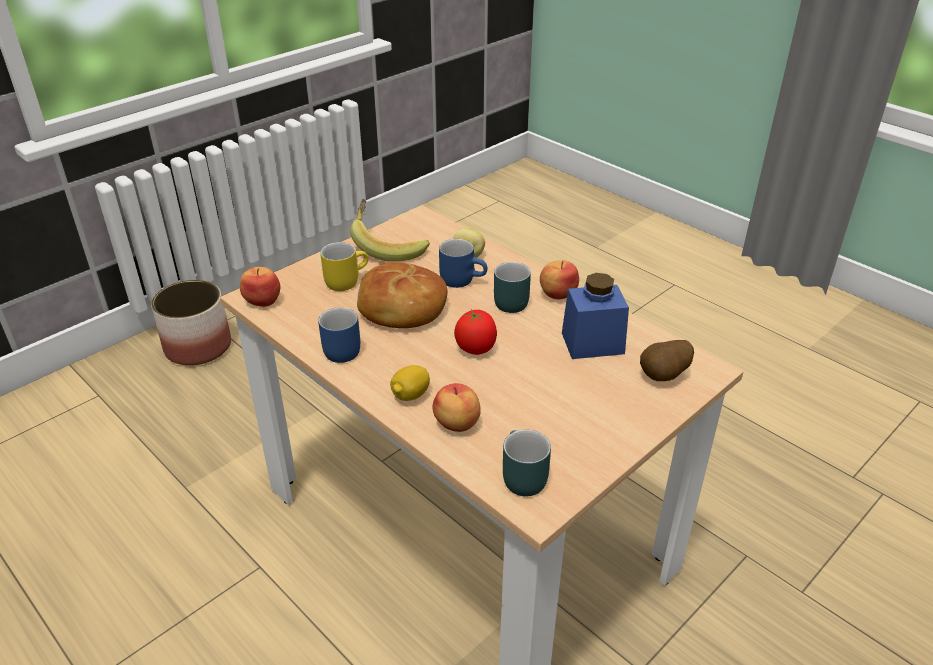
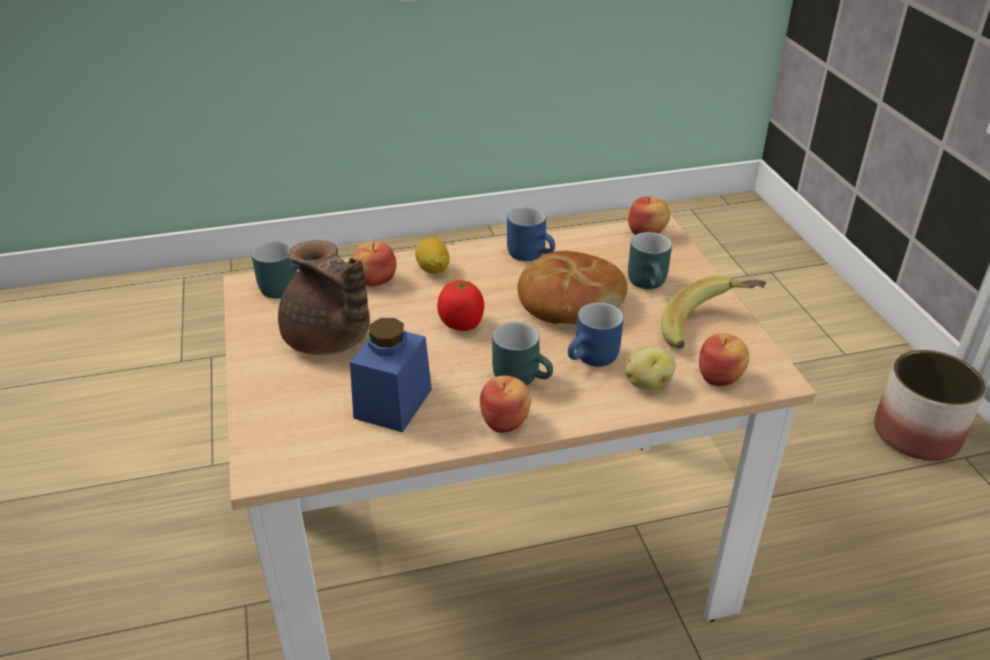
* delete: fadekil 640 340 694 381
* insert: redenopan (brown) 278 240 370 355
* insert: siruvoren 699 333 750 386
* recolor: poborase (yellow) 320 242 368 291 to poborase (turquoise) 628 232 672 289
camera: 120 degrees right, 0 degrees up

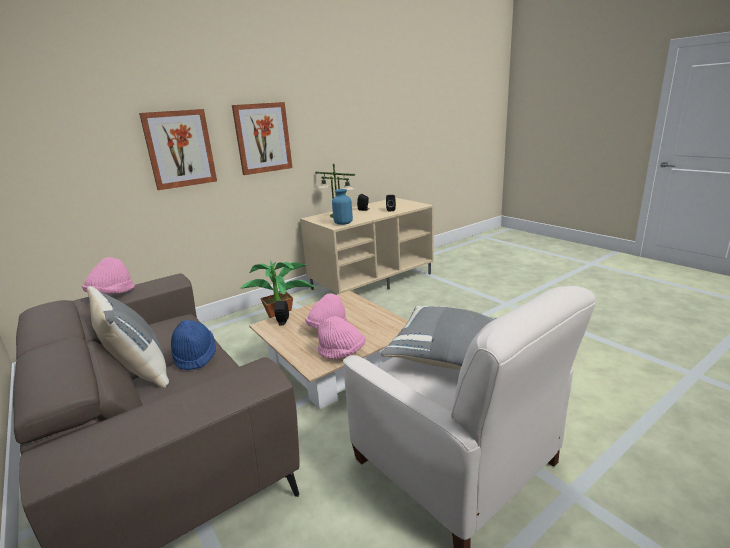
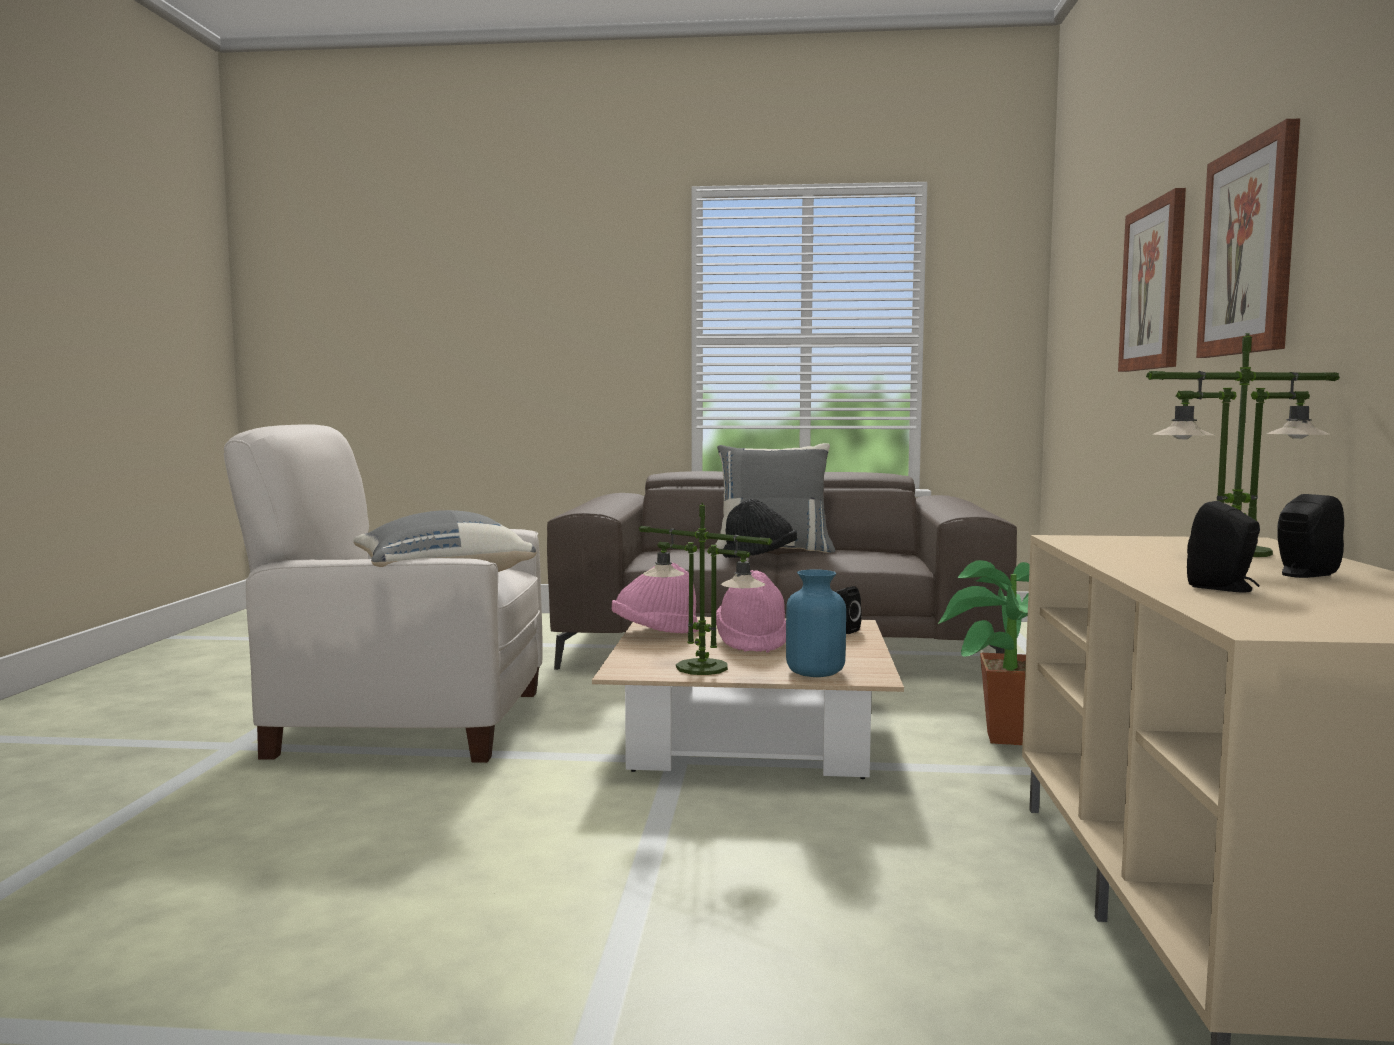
* delete: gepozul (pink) 82 257 135 294
* insert: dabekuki 639 503 773 675
* move: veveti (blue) 332 189 353 225 to 786 570 846 677
* recolor: gepozul (blue) 171 320 216 370 to gepozul (black) 723 499 797 558
camera: 130 degrees right, 15 degrees down

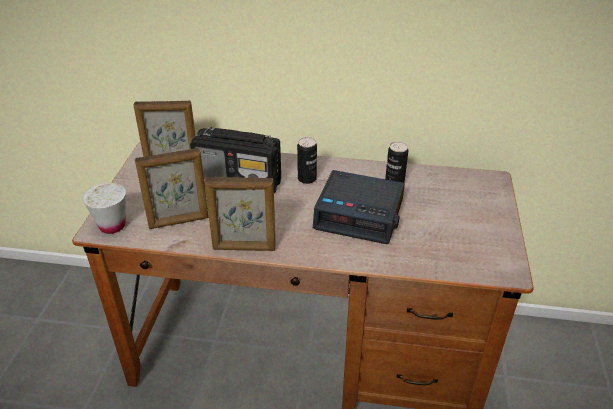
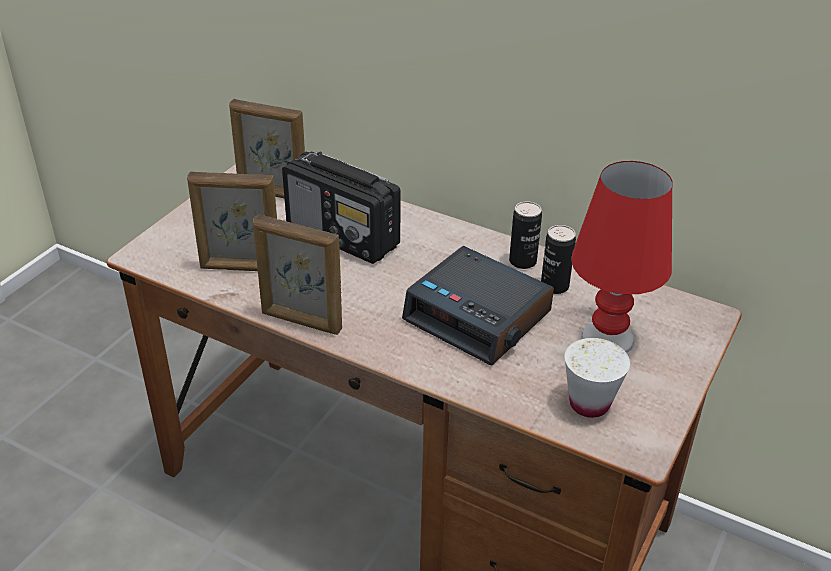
* insert: dabekuki (red) 571 161 672 353
* move: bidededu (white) 83 183 126 234 to 565 338 630 418
* move: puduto 297 137 317 184 to 509 201 542 269
camera: 20 degrees right, 0 degrees up

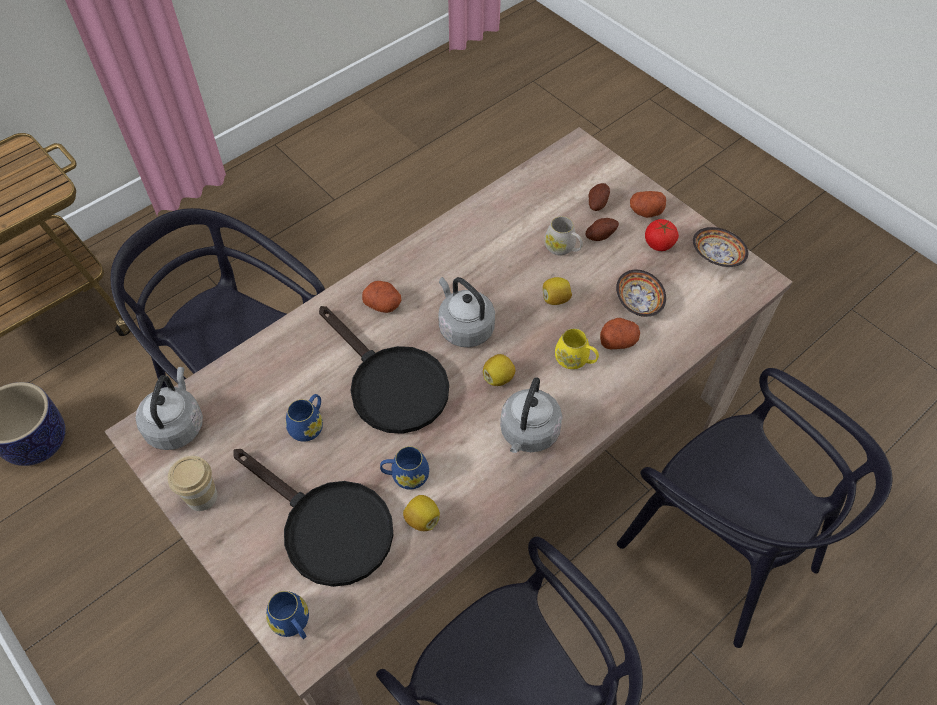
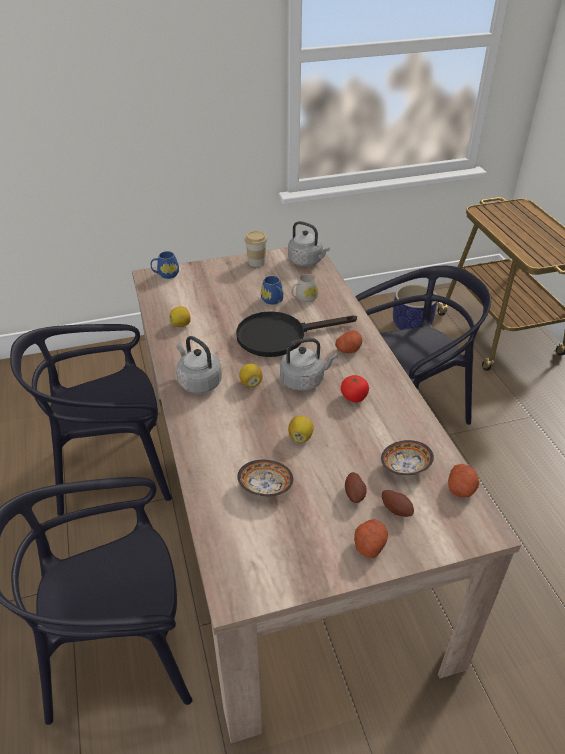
* delete: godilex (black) 233 449 393 587
* delete: poborase (blue) 380 446 429 490
* delete: poborase (yellow) 555 328 599 369
* move: poborase (white) 545 216 583 255 to 291 274 318 303
* move: fadekil 600 318 640 349 to 448 464 479 498
* move: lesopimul 645 219 679 251 to 341 375 369 402
* move: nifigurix 693 227 748 267 to 381 440 434 475
camera: 115 degrees right, 15 degrees down

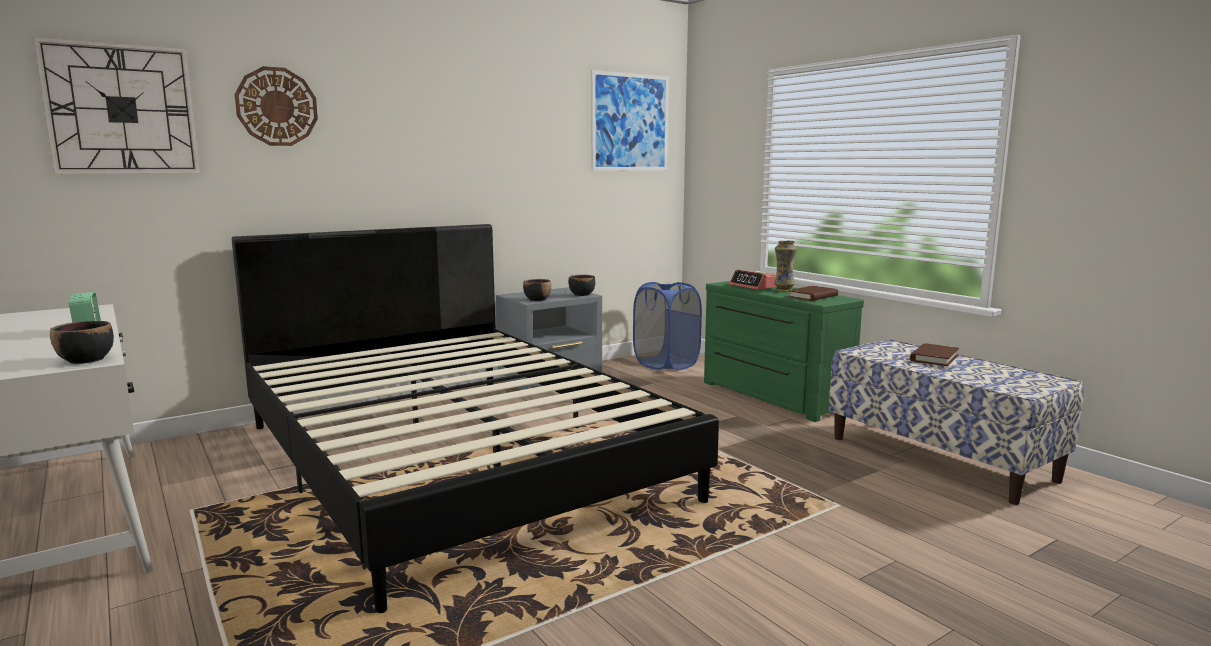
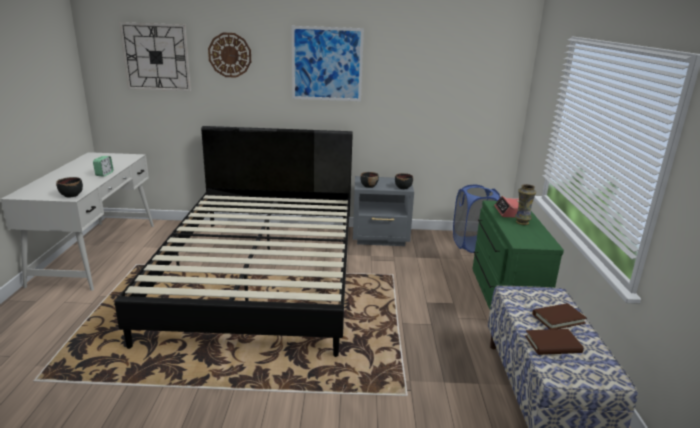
* move: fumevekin 591 70 669 171 to 292 26 364 101
* move: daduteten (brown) 788 286 838 301 to 525 329 584 355
camera: 35 degrees right, 10 degrees up

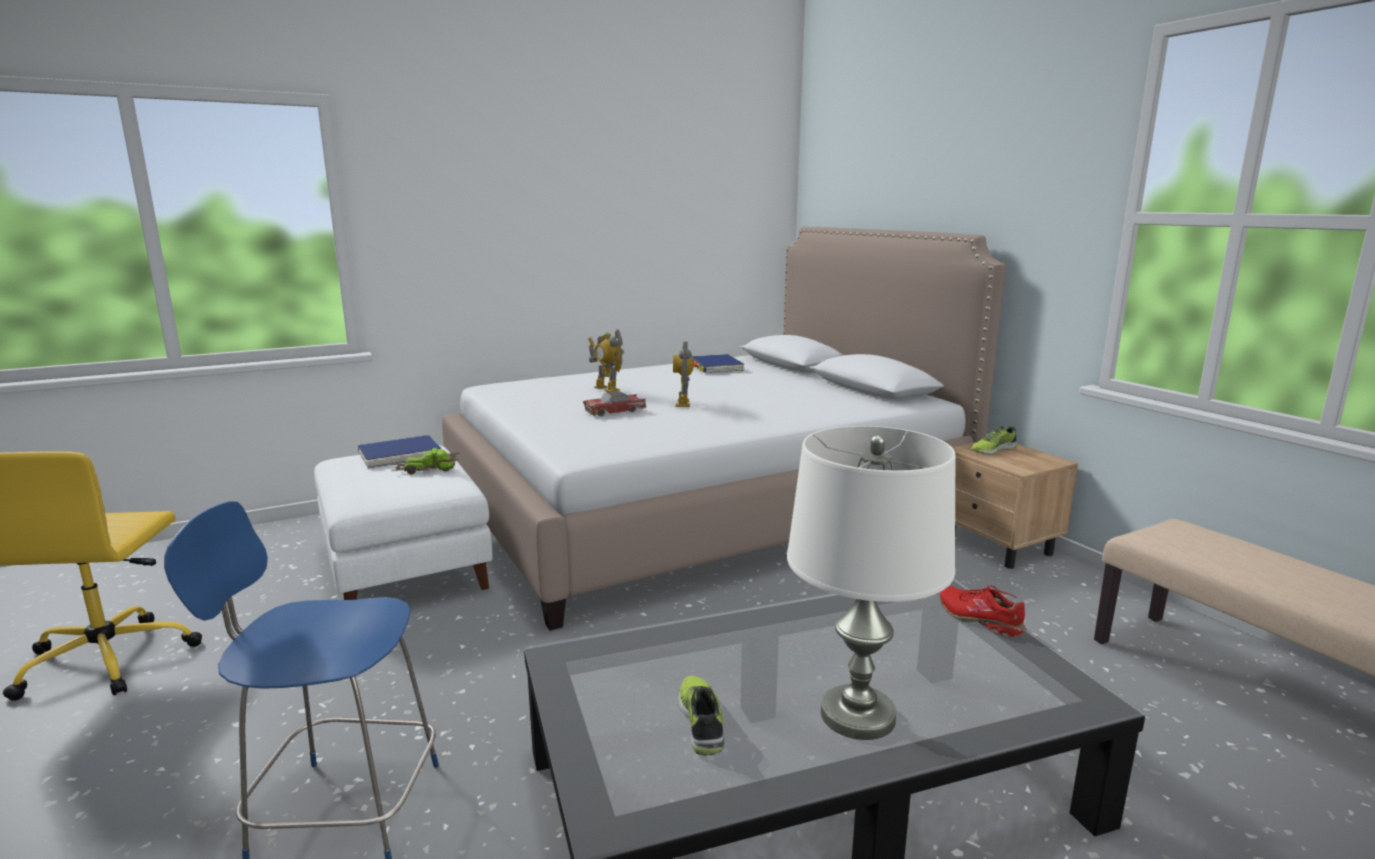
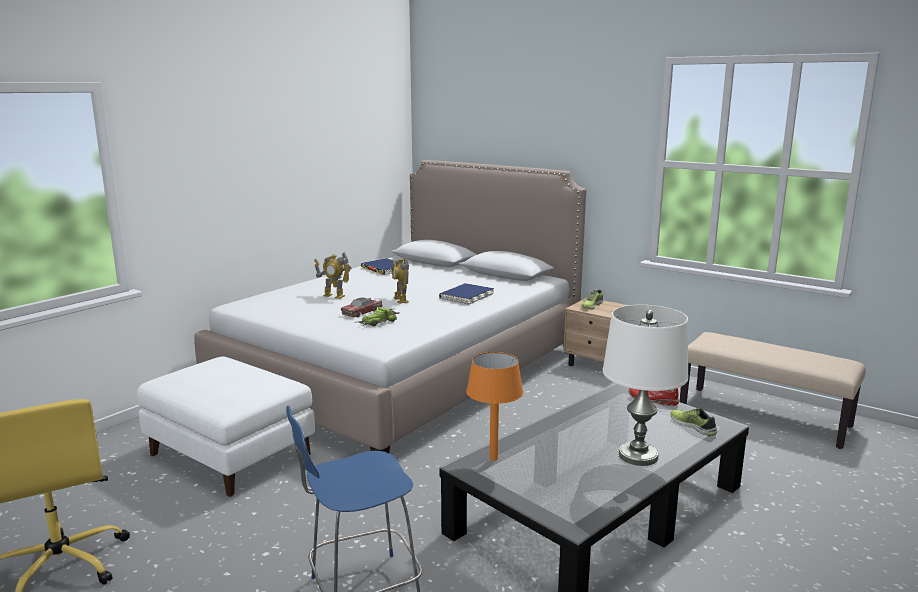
* insert: dabekuki (orange) 466 352 523 461
* move: daduteten (blue) 358 435 442 469 to 439 283 494 305
* move: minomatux 392 448 459 474 to 358 307 400 327
* move: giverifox 678 676 725 755 to 670 408 717 436
camera: 25 degrees left, 0 degrees up

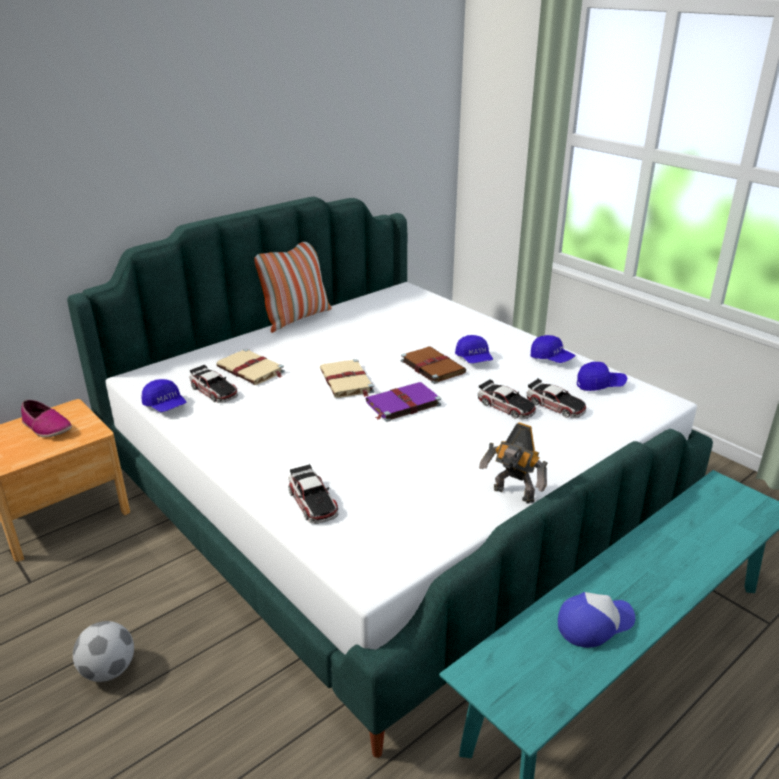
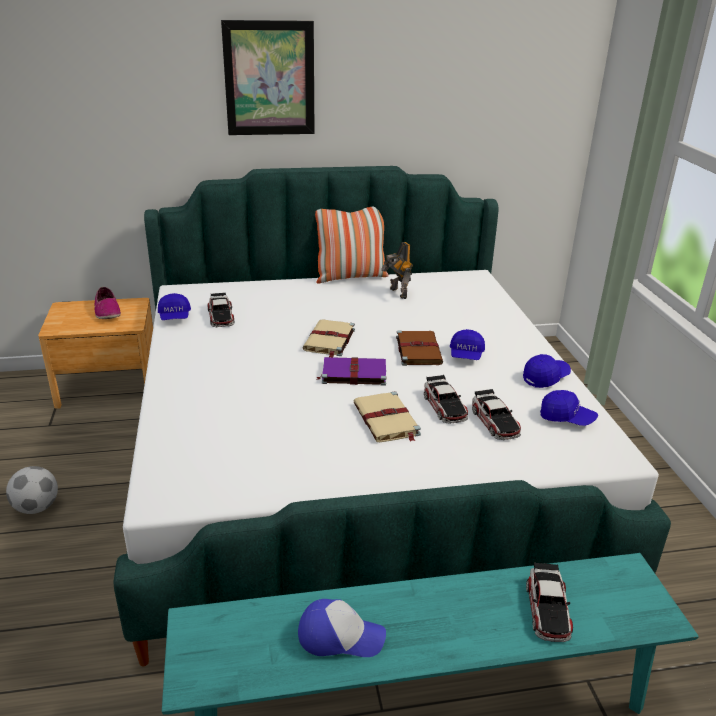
* insert: fumevekin 221 20 315 135
* move: daduteten (beige) 216 348 285 385 to 353 391 421 442
* move: minomatux 288 464 338 524 to 526 563 573 642
* move: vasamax 479 422 547 504 to 381 242 413 299
* rotate: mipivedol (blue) 531 335 576 363 = 523 354 571 388 105 degrees counterclockwise
camera: 30 degrees right, 0 degrees up

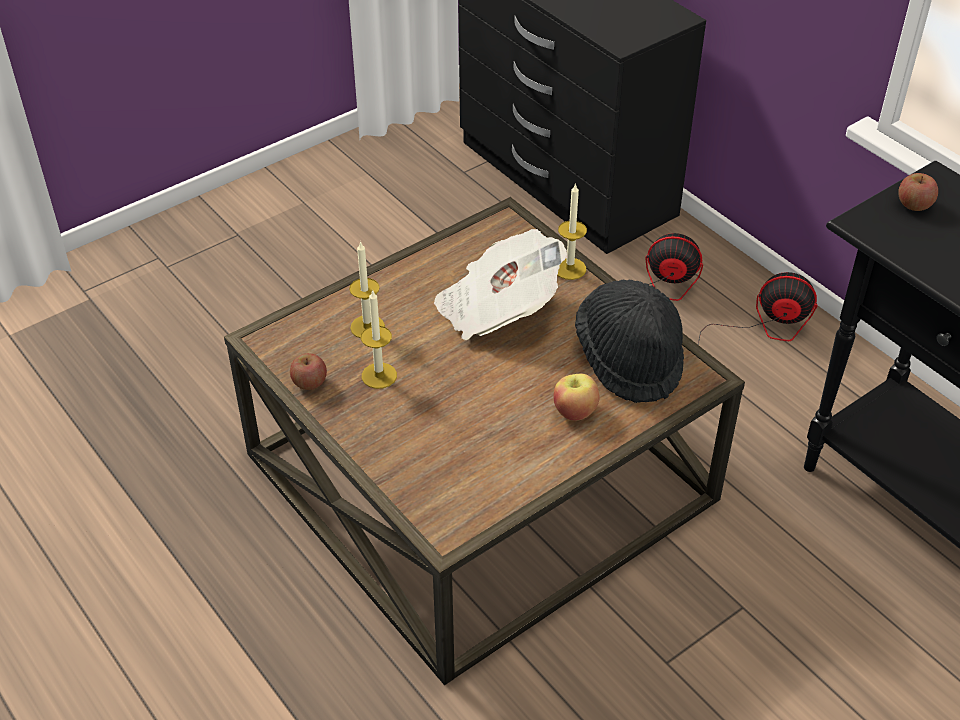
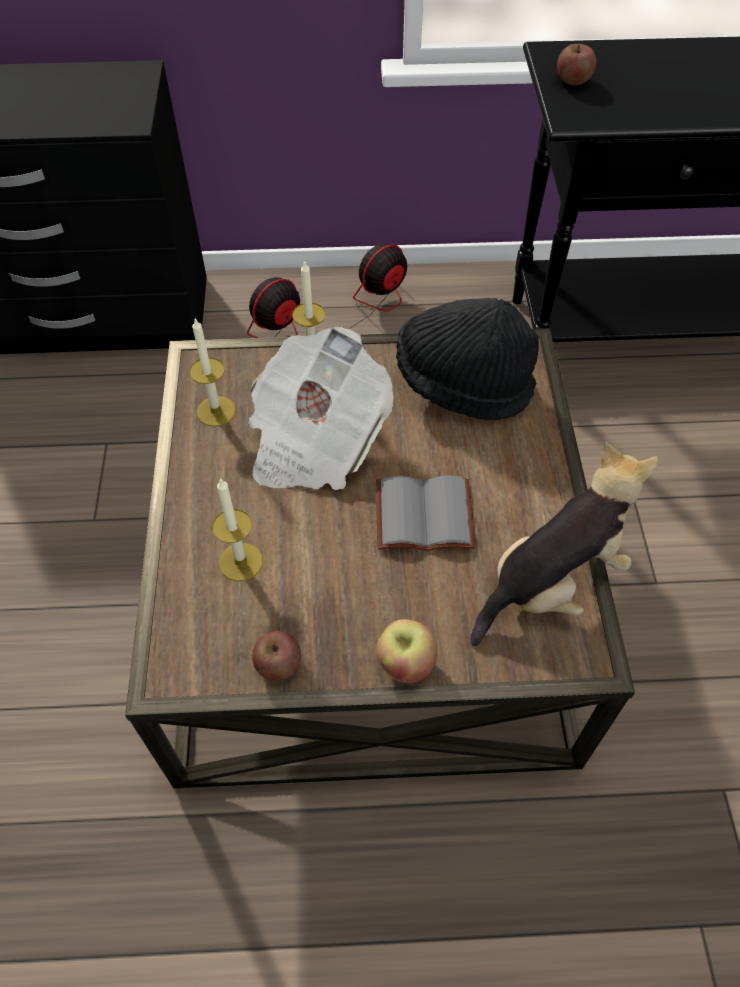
* insert: daduteten (grey) 376 476 475 551
* insert: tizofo 470 442 658 646
* move: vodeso 361 289 397 389 to 189 318 236 427
* move: siruvoren 553 374 600 421 to 377 619 437 683
camera: 55 degrees left, 10 degrees up

